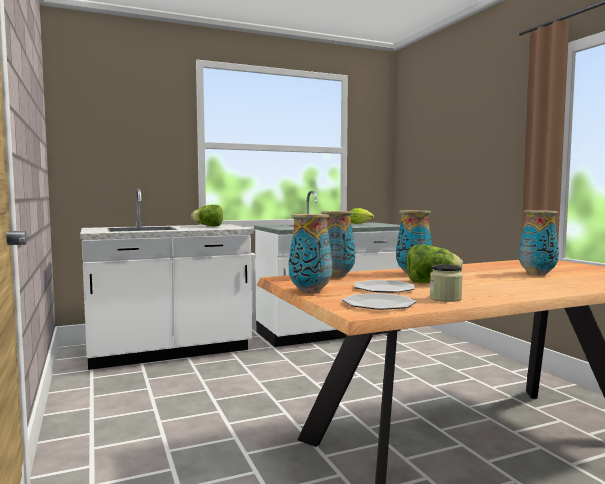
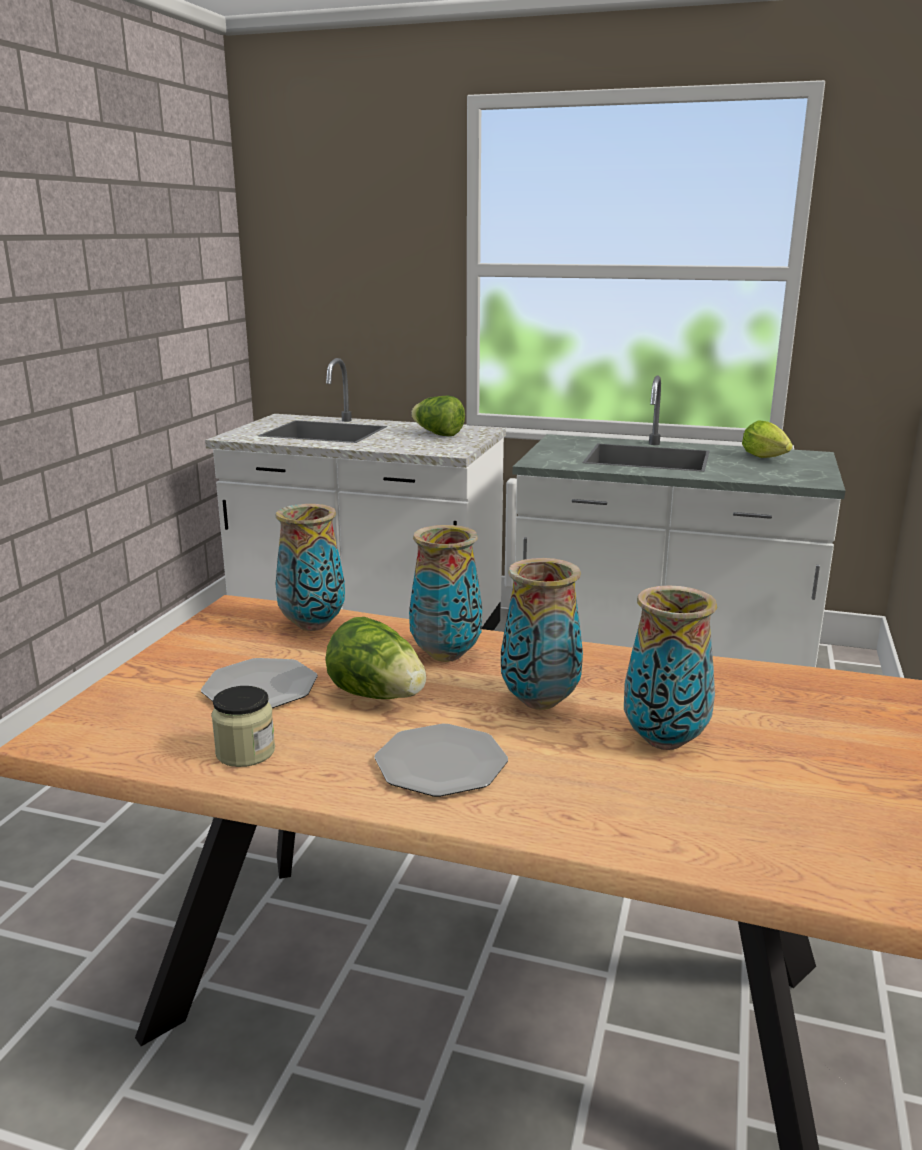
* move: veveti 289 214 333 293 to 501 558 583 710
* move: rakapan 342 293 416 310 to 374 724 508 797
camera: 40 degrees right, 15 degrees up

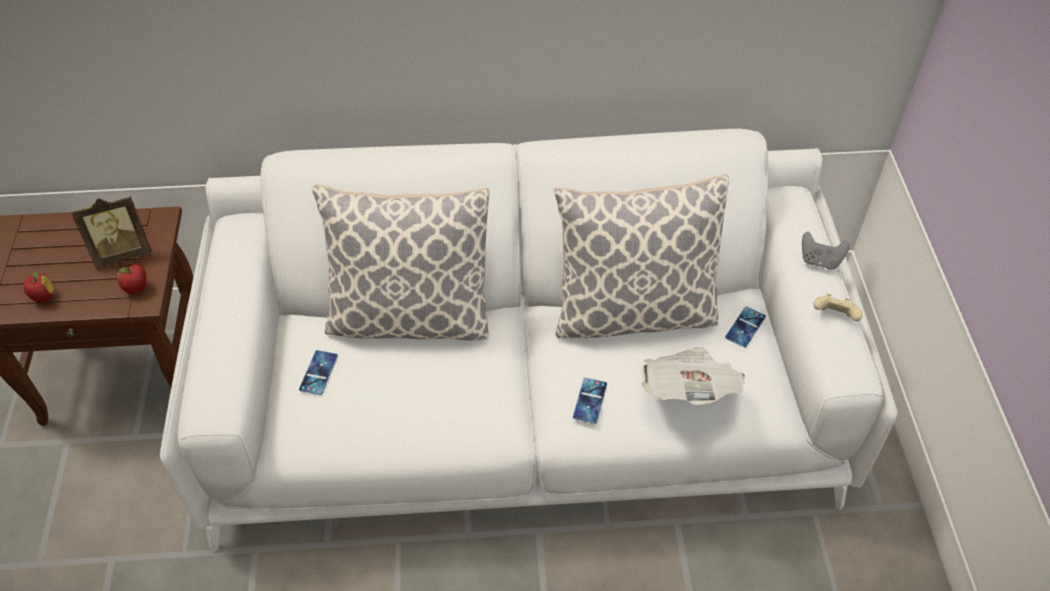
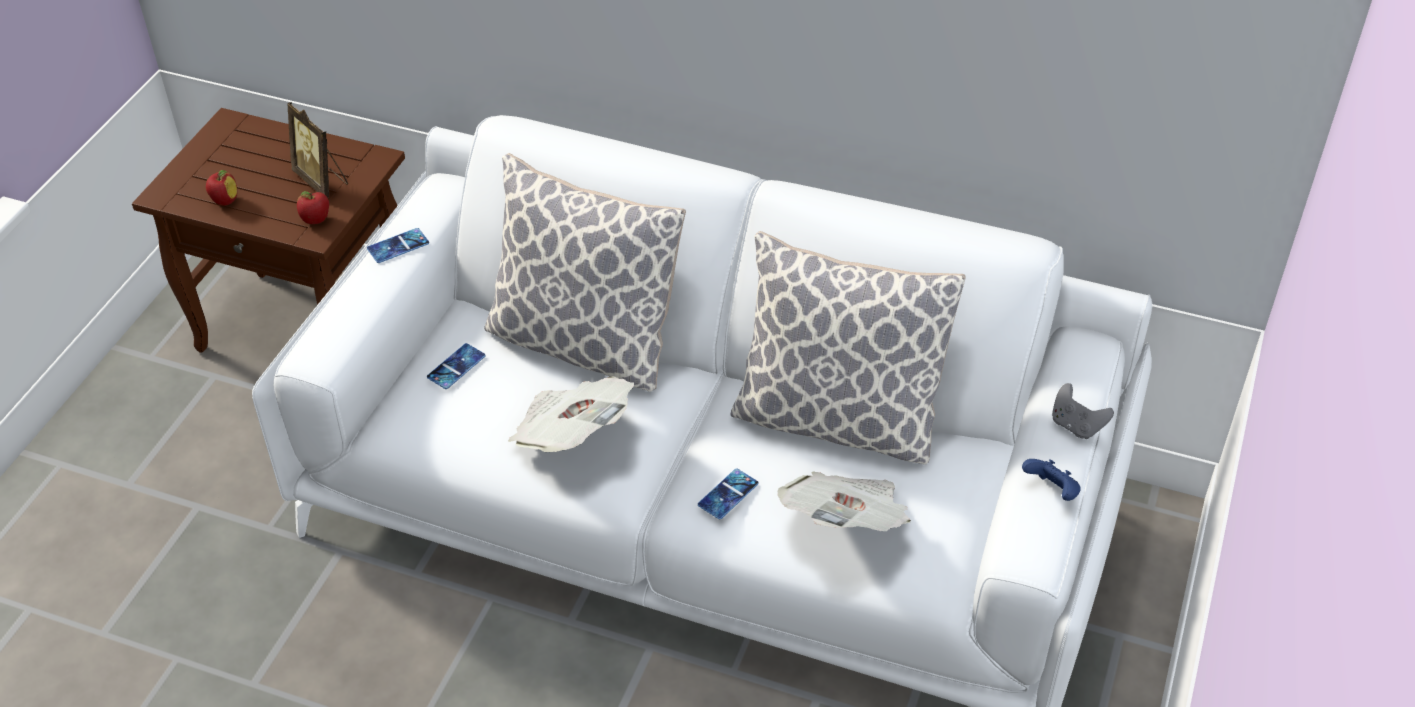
* insert: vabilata 508 376 634 452
* move: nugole 725 306 766 348 to 367 228 429 263
* recolor: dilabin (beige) 813 294 863 321 to dilabin (blue) 1022 459 1081 501
* rotate: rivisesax 71 196 152 267 = 287 102 348 198 45 degrees clockwise
camera: 25 degrees right, 5 degrees down

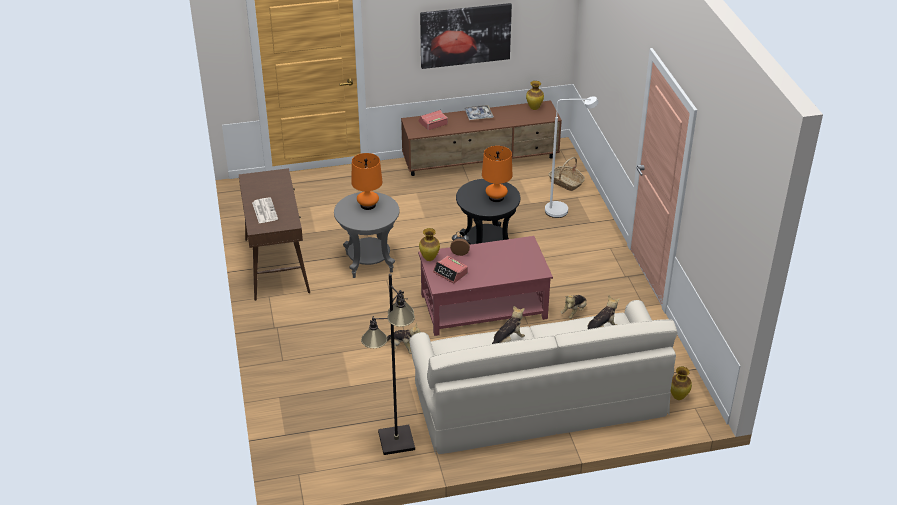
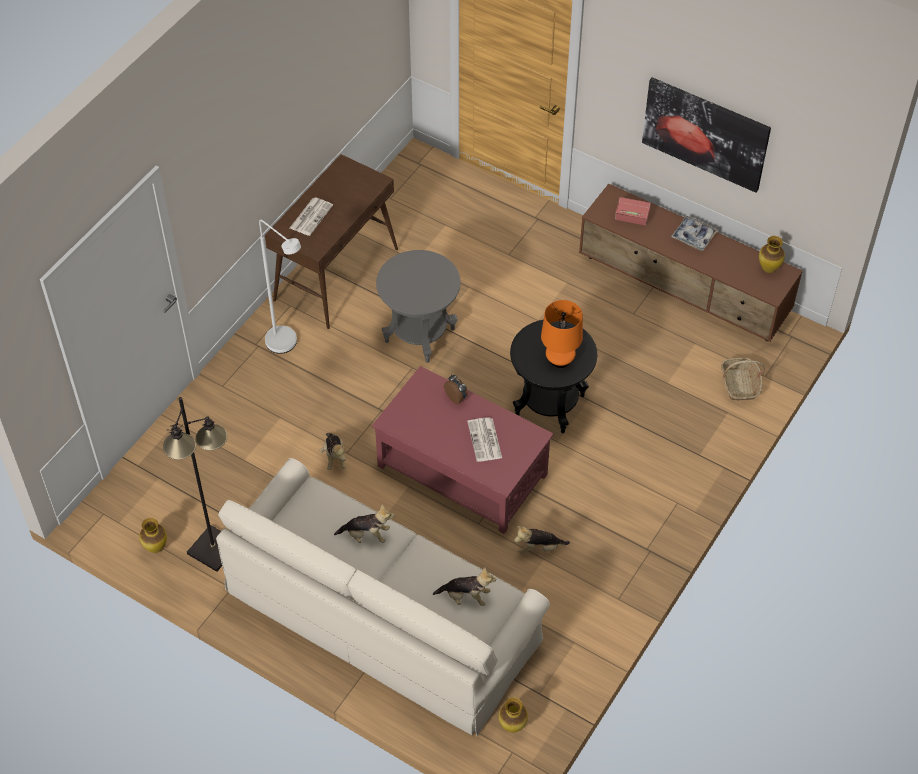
* delete: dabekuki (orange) 351 153 382 210
* delete: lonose 433 256 468 283
* insert: vabilata 467 417 502 462
* move: veveti 419 228 440 261 to 139 518 167 553
* move: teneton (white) 545 96 598 218 to 259 220 301 354
camera: 45 degrees right, 15 degrees up

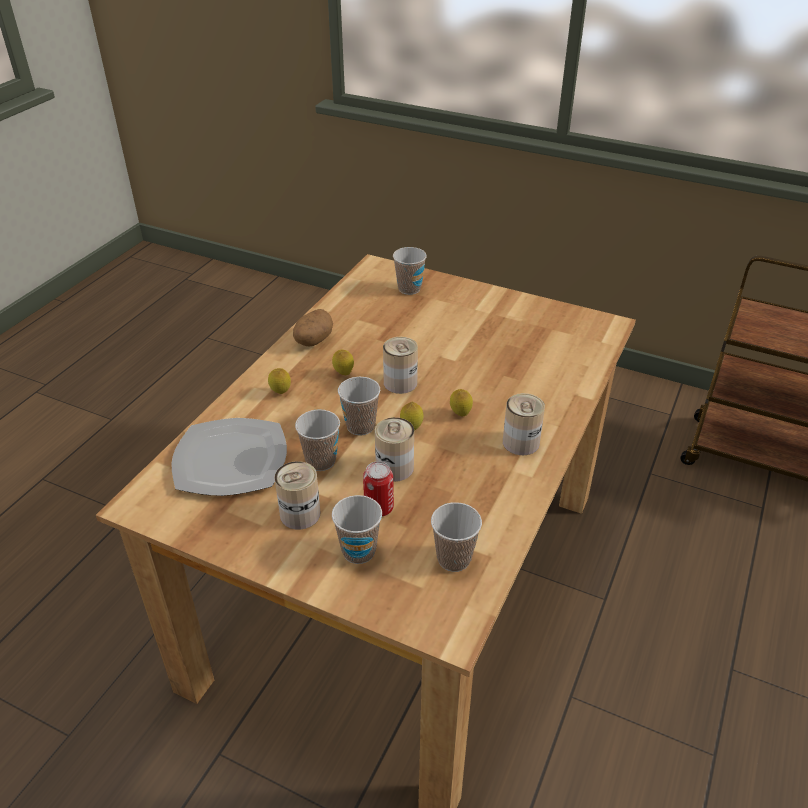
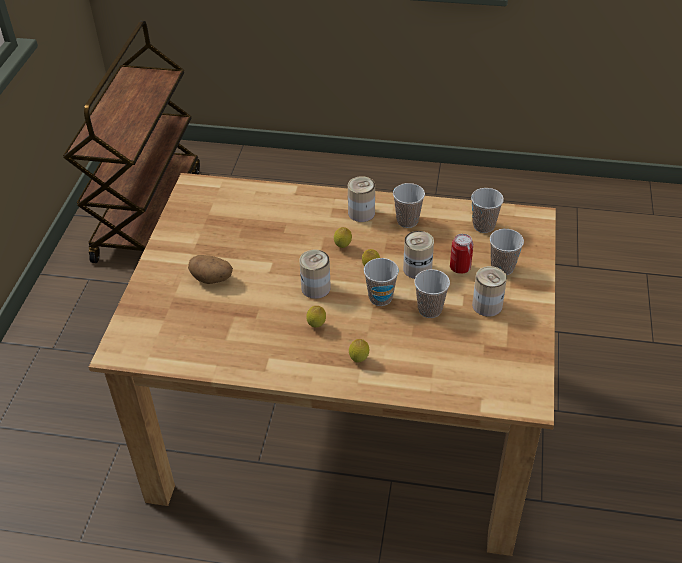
* delete: rakapan 172 418 287 496
* move: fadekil 293 309 333 347 to 188 255 233 284
* move: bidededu 393 247 427 295 to 393 183 425 228
camera: 105 degrees left, 5 degrees up

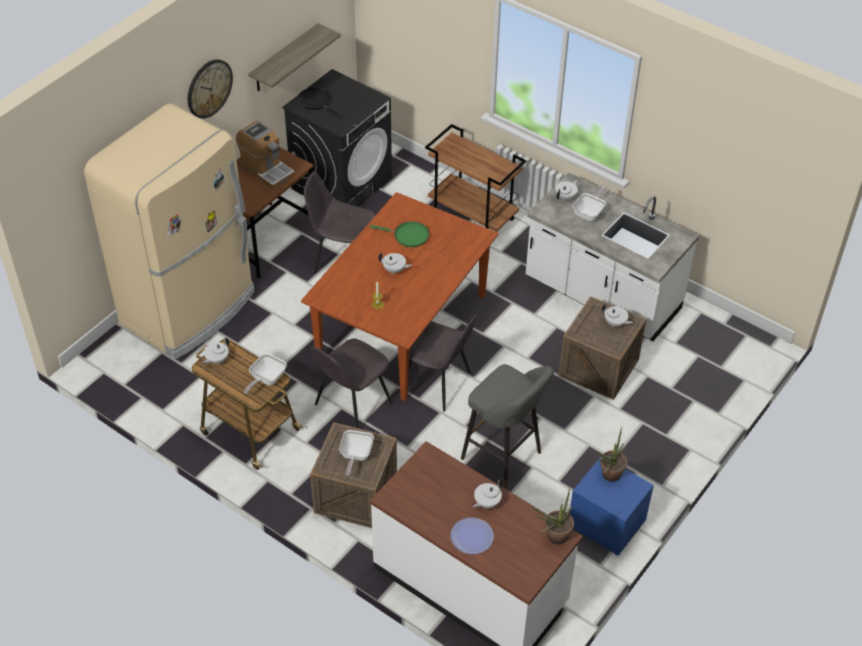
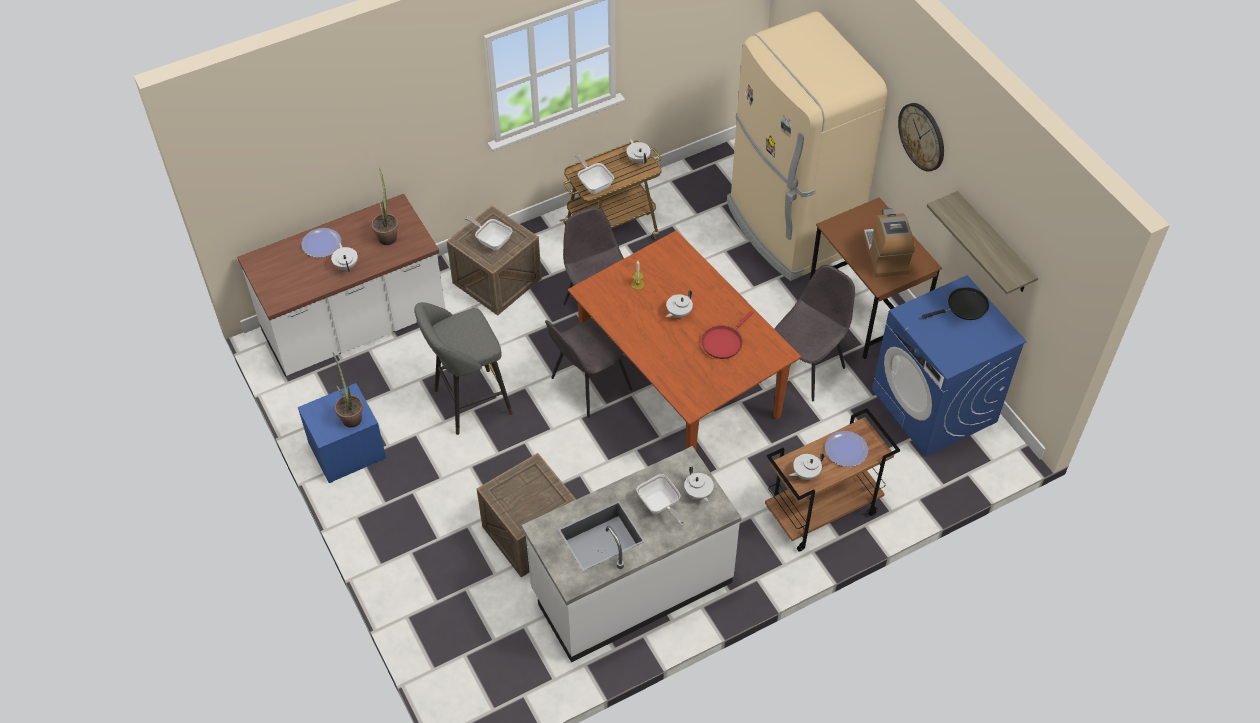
* insert: rakapan 825 431 868 467
* move: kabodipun 532 487 574 545 to 372 168 398 245
* move: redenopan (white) 602 304 633 327 to 789 453 824 480
* recolor: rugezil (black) 282 69 392 207 to rugezil (blue) 872 275 1027 457
* recolor: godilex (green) 370 222 429 247 to godilex (red) 702 311 753 359
* rotate: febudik 236 121 295 189 = 863 208 915 277 105 degrees clockwise
camera: 115 degrees right, 5 degrees up

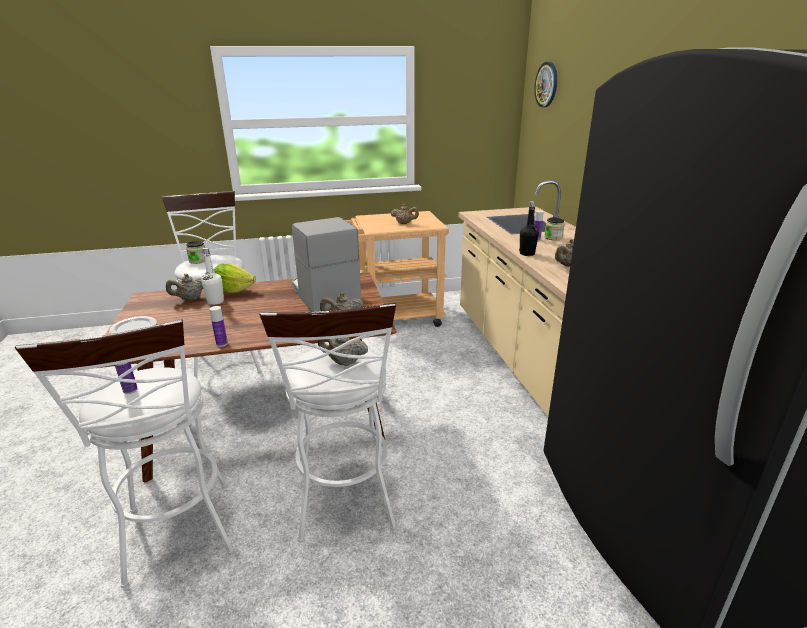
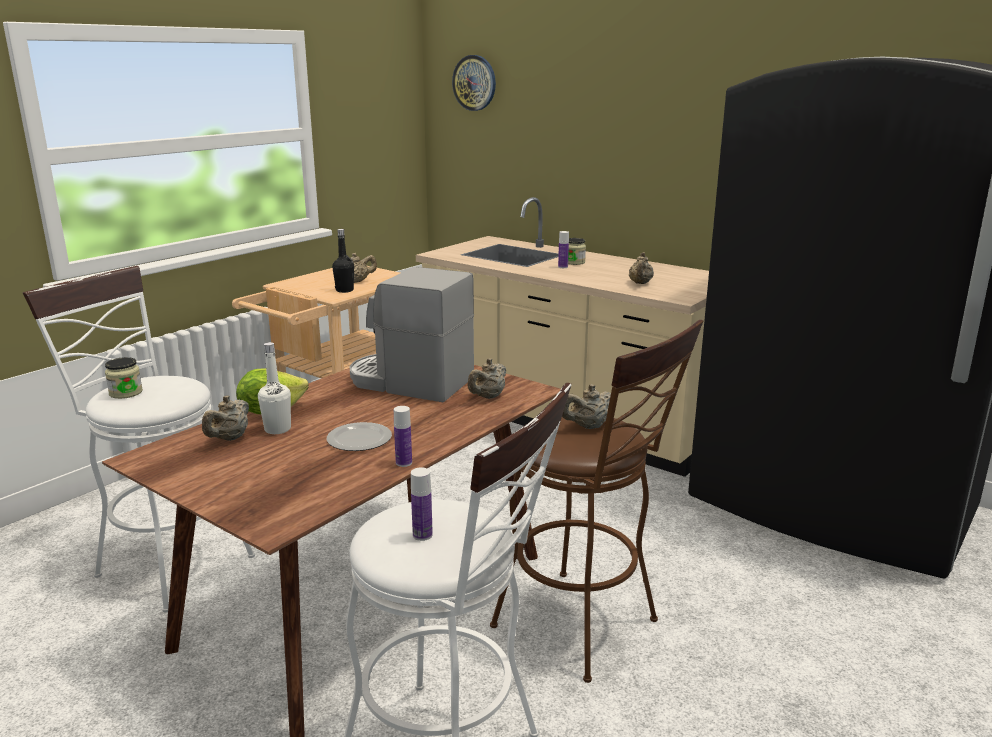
* move: rakapan 109 316 157 334 to 327 422 392 451
* move: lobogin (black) 519 201 539 256 to 332 229 354 293
* recolor: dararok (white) 259 303 396 542 to dararok (brown) 490 320 703 683
camera: 40 degrees left, 5 degrees down

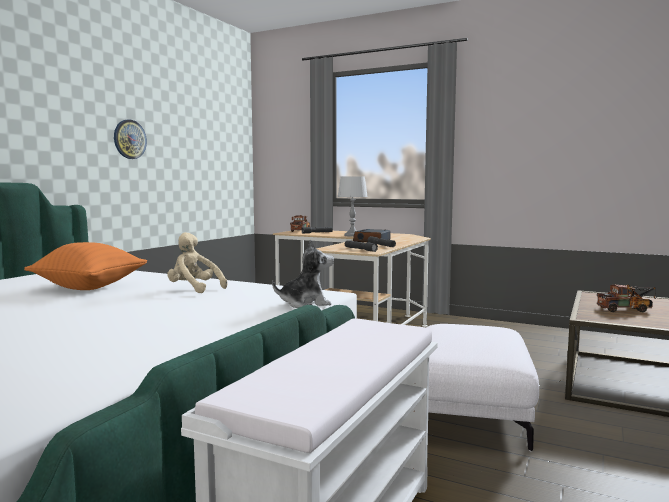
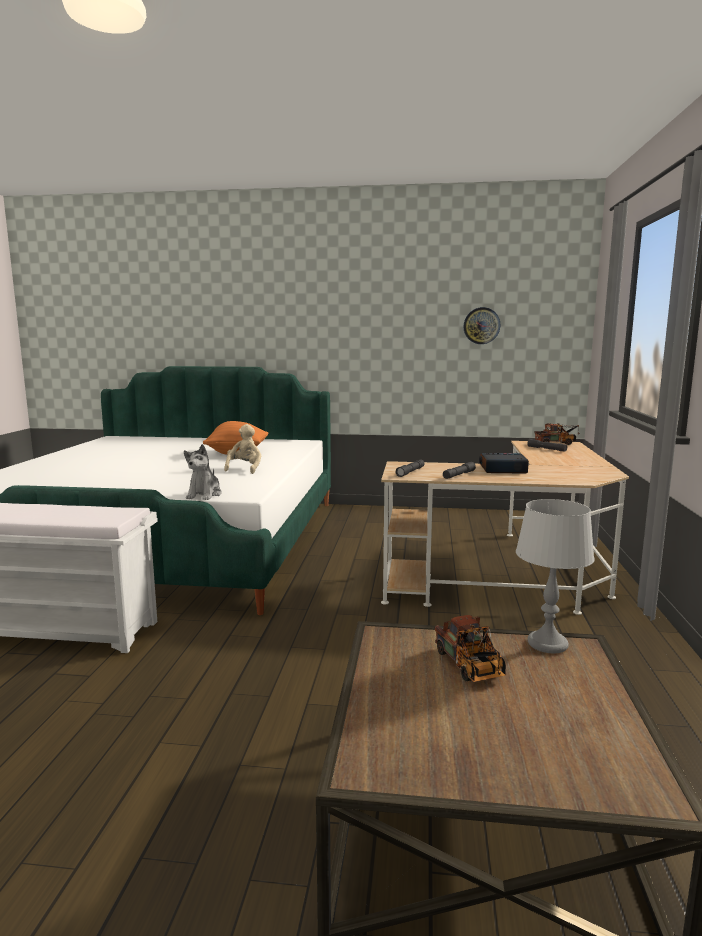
* delete: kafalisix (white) 426 324 539 451
* move: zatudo 114 119 147 159 to 464 307 500 344
* move: dabekuki (grey) 337 176 368 237 to 516 499 595 653
* rotate: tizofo 272 240 334 308 = 184 444 222 500 45 degrees clockwise
camera: 70 degrees right, 5 degrees up

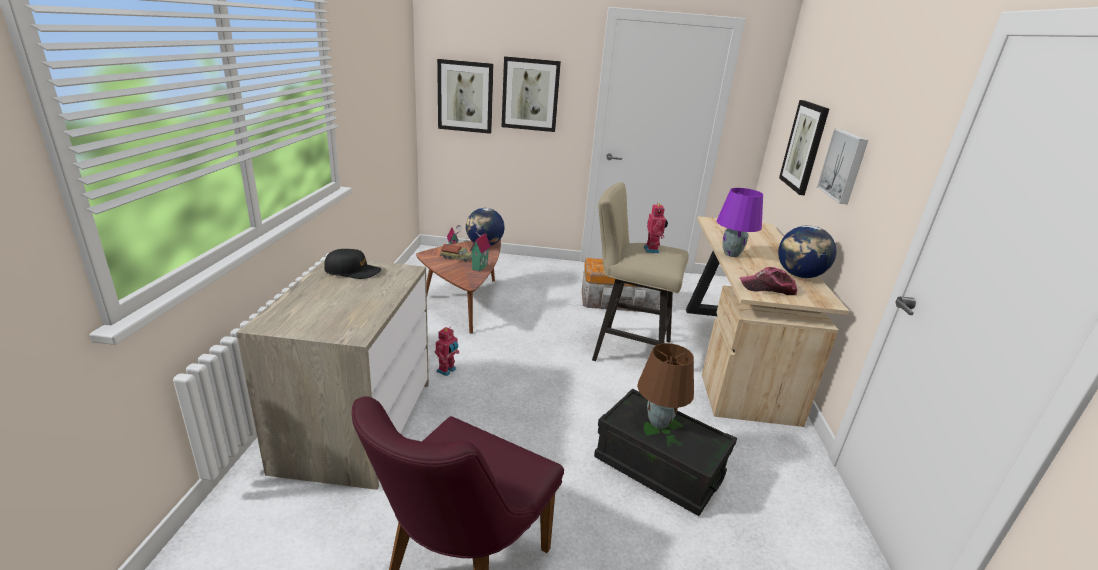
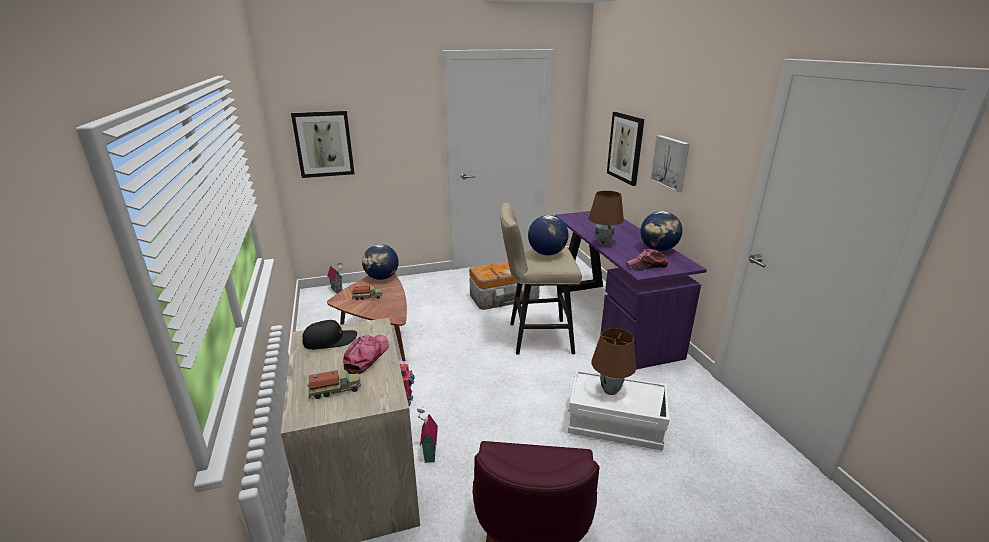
* delete: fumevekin 501 56 561 132
* insert: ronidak 307 370 361 399
* insert: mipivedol 343 335 389 374
* move: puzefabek 470 224 491 272 to 417 408 438 463
* replace: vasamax 644 203 668 253 to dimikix 528 215 568 255
* recolor: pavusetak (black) 594 389 737 516 to pavusetak (white) 568 370 670 450
* recolor: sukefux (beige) 686 216 849 427 to sukefux (purple) 555 211 707 369
* recolor: dabekuki (purple) 716 188 763 257 to dabekuki (brown) 588 191 624 245
camera: 20 degrees left, 0 degrees up

